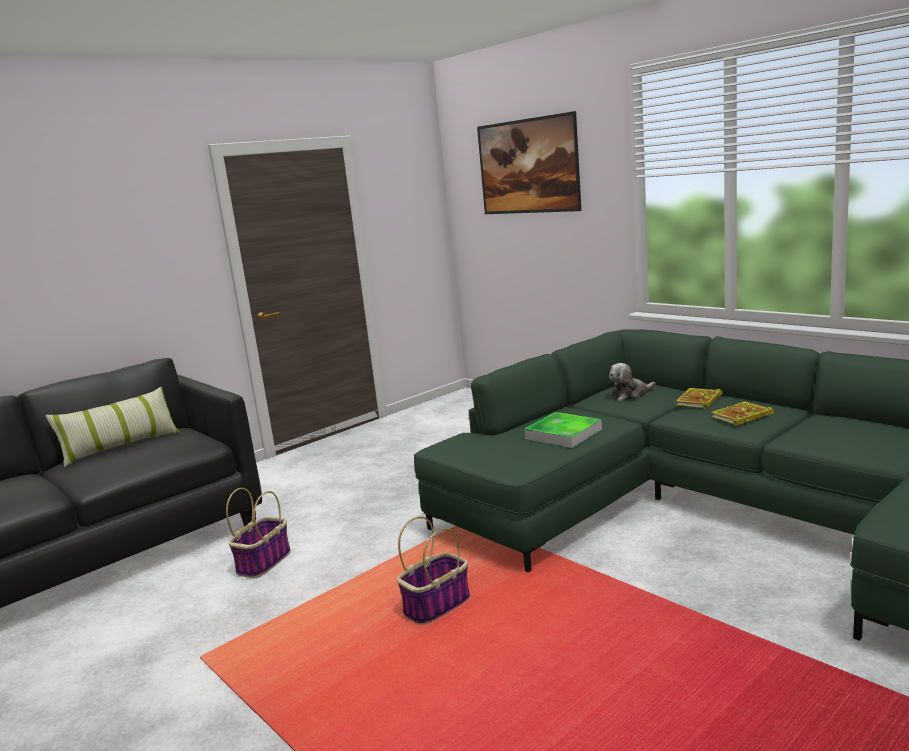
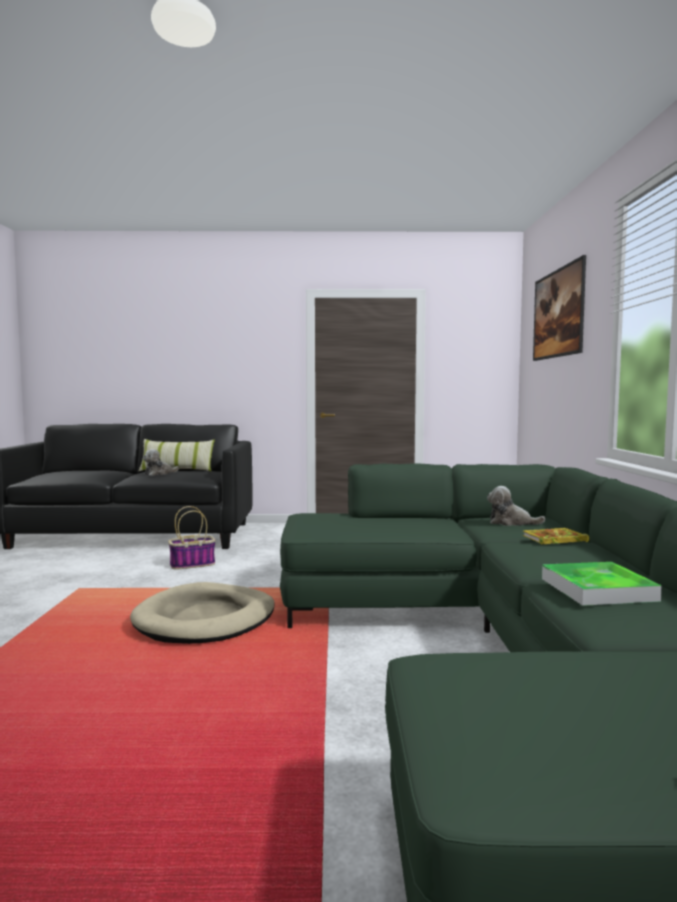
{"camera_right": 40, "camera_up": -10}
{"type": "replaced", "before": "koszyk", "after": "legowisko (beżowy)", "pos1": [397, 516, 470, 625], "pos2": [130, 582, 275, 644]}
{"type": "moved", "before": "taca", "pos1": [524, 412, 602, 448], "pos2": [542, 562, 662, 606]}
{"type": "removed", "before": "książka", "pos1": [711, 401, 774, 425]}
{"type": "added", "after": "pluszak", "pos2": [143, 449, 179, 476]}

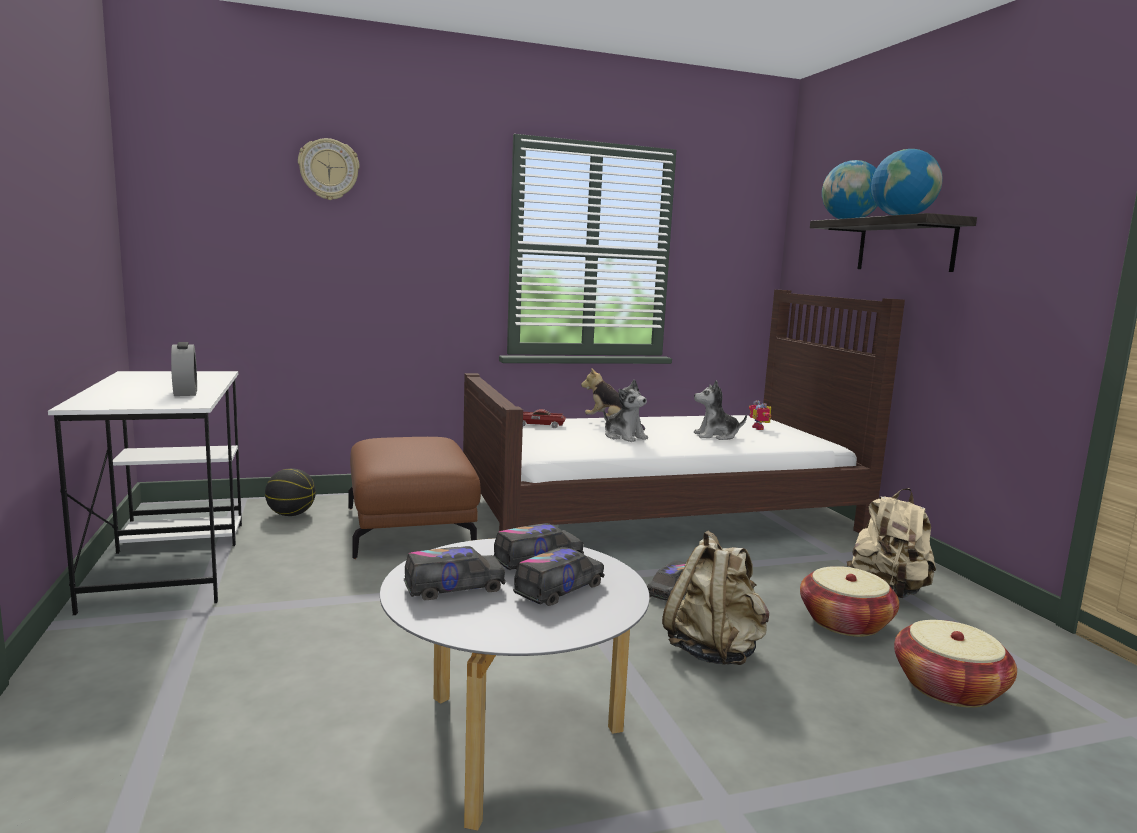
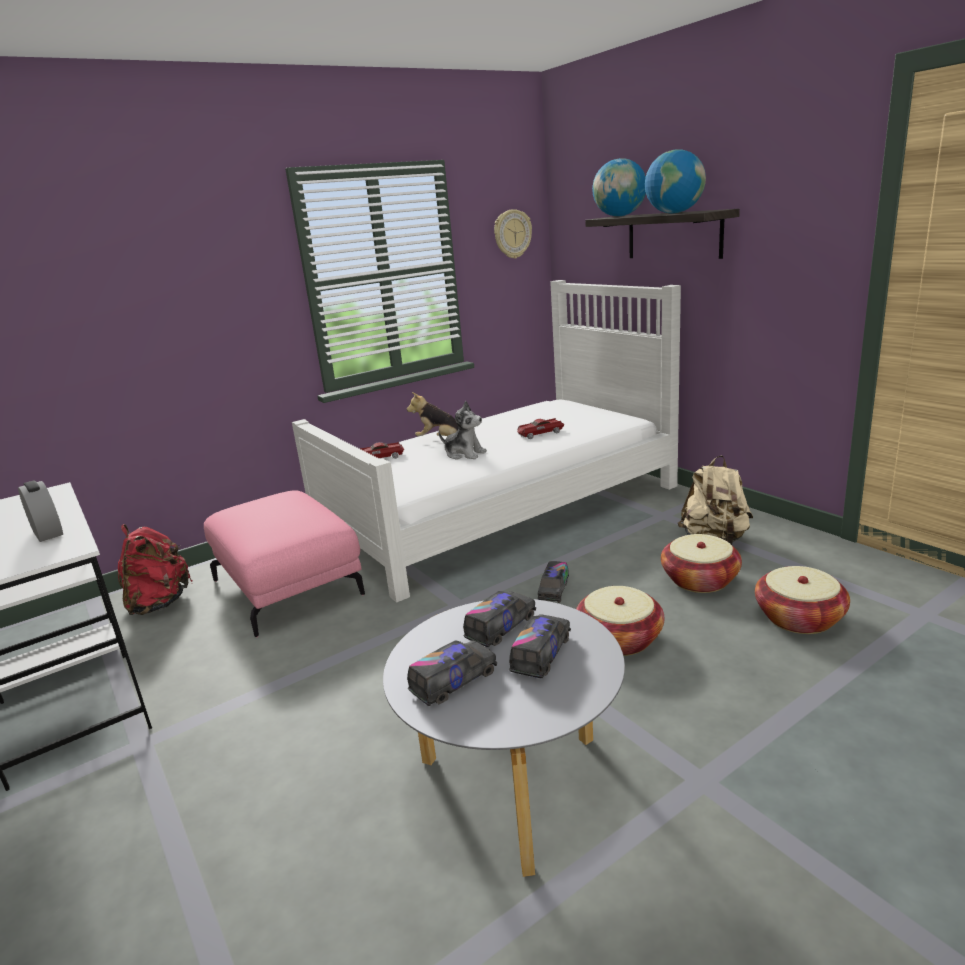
{"camera_right": -15, "camera_up": 10}
{"type": "replaced", "before": "piłka do koszykówki", "after": "plecak (czerwony)", "pos1": [265, 468, 316, 516], "pos2": [118, 524, 192, 615]}
{"type": "moved", "before": "zegar ścienny", "pos1": [298, 138, 360, 200], "pos2": [494, 209, 532, 259]}
{"type": "recoloured", "before": "pufa (brązowy)", "after": "pufa (różowy)", "pos1": [348, 437, 481, 559], "pos2": [204, 490, 365, 637]}
{"type": "recoloured", "before": "łóżko (brązowy)", "after": "łóżko (biały)", "pos1": [463, 290, 905, 533], "pos2": [292, 280, 681, 603]}
{"type": "replaced", "before": "plecak (beżowy)", "after": "koszyk", "pos1": [662, 531, 769, 665], "pos2": [576, 586, 664, 656]}
{"type": "replaced", "before": "pluszak", "after": "samochodzik", "pos1": [694, 380, 747, 440], "pos2": [517, 418, 565, 439]}
{"type": "removed", "before": "robot zabawkowy", "pos1": [749, 400, 771, 430]}

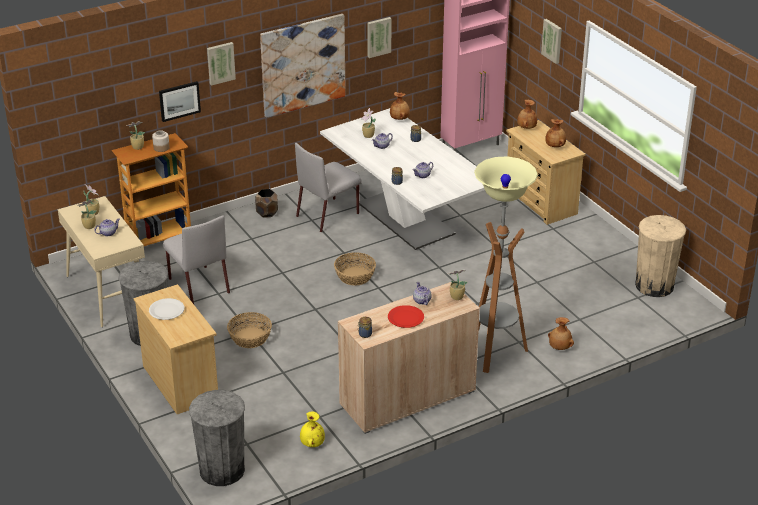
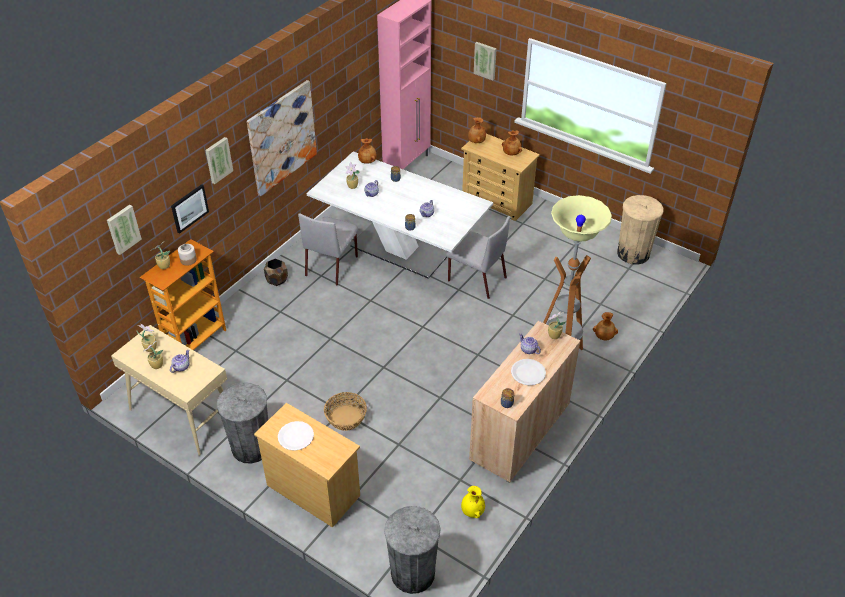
{"camera_right": -25, "camera_up": 10}
{"type": "moved", "before": "krzesło (szary)", "pos1": [163, 215, 230, 304], "pos2": [446, 216, 510, 299]}
{"type": "removed", "before": "koszyk", "pos1": [334, 252, 376, 285]}
{"type": "moved", "before": "obraz", "pos1": [367, 17, 391, 58], "pos2": [107, 205, 142, 255]}
{"type": "recoloured", "before": "talerz (czerwony)", "after": "talerz (biały)", "pos1": [388, 305, 424, 328], "pos2": [511, 359, 546, 385]}

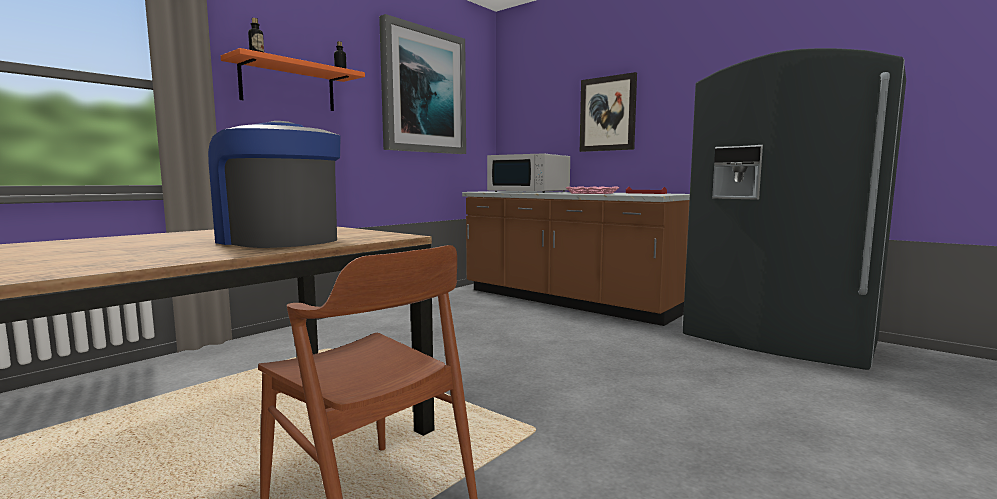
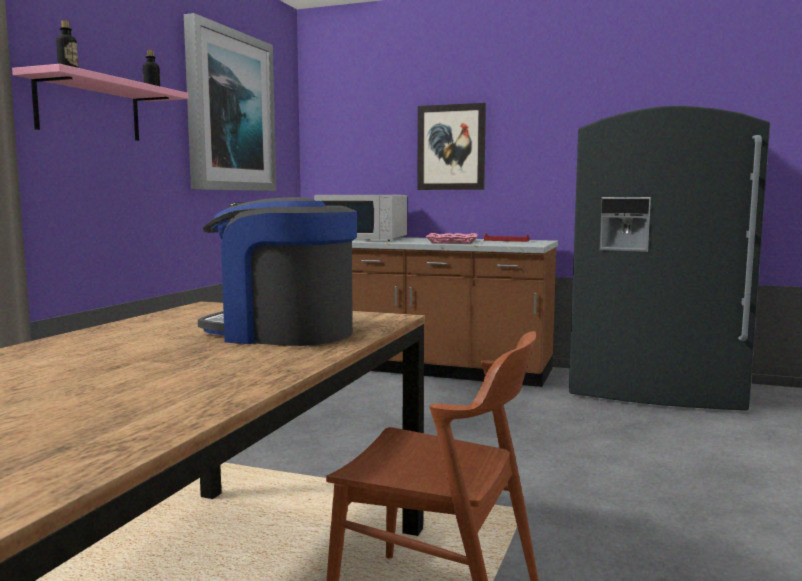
{"camera_right": -20, "camera_up": 0}
{"type": "recoloured", "before": "półka (pomarańczowy)", "after": "półka (różowy)", "pos1": [221, 48, 365, 111], "pos2": [12, 64, 188, 141]}

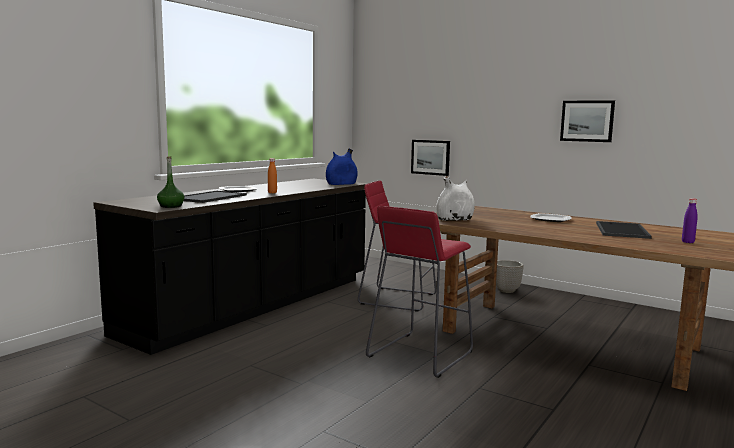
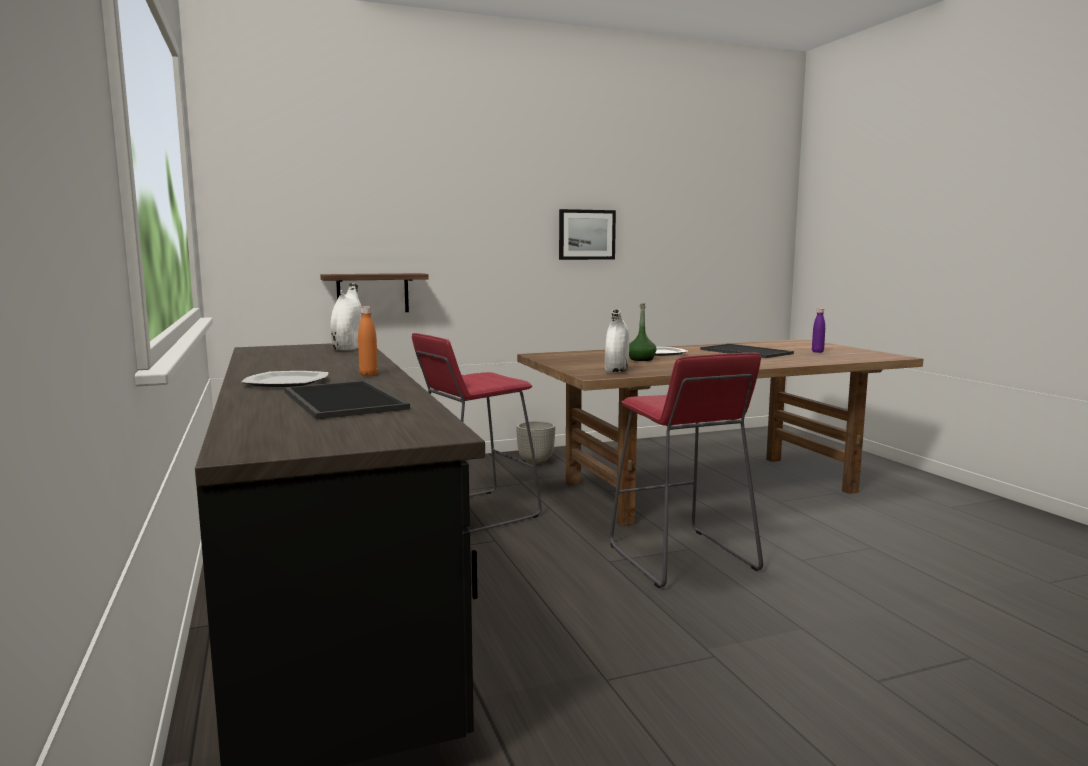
{"camera_right": -55, "camera_up": 0}
{"type": "moved", "before": "butelka (zielony)", "pos1": [157, 156, 184, 208], "pos2": [629, 303, 657, 361]}
{"type": "recoloured", "before": "wazon (niebieski)", "after": "wazon (biały)", "pos1": [326, 148, 358, 185], "pos2": [330, 283, 362, 350]}
{"type": "replaced", "before": "obraz", "after": "półka", "pos1": [411, 140, 450, 176], "pos2": [320, 273, 429, 312]}

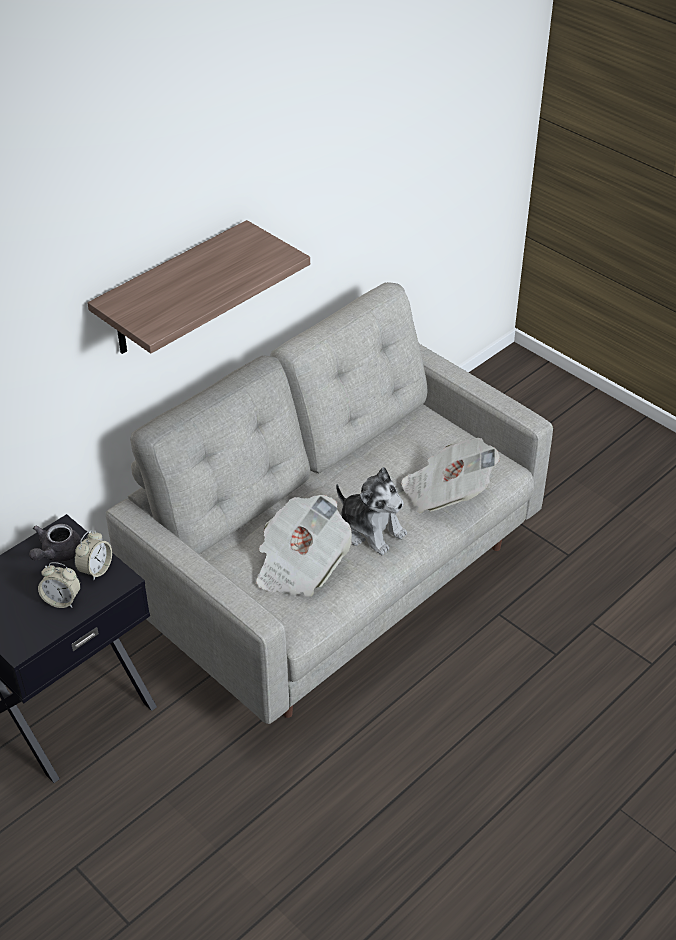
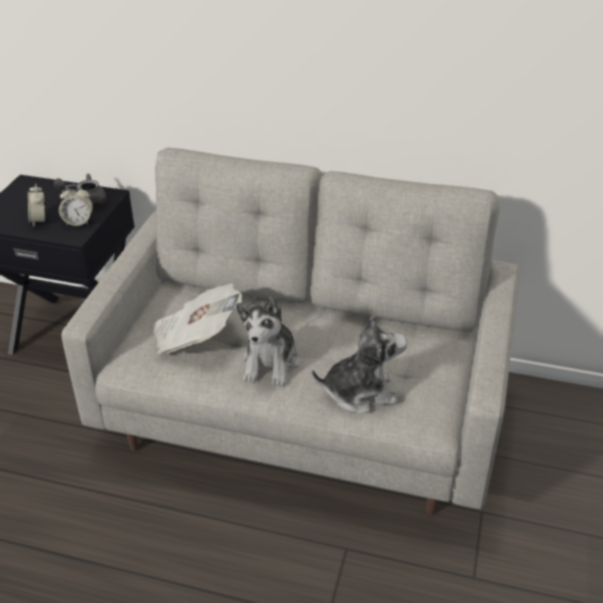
{"camera_right": 60, "camera_up": -5}
{"type": "removed", "before": "półka", "pos1": [87, 220, 310, 354]}
{"type": "replaced", "before": "gazeta", "after": "pluszak", "pos1": [401, 438, 500, 513], "pos2": [312, 315, 407, 413]}

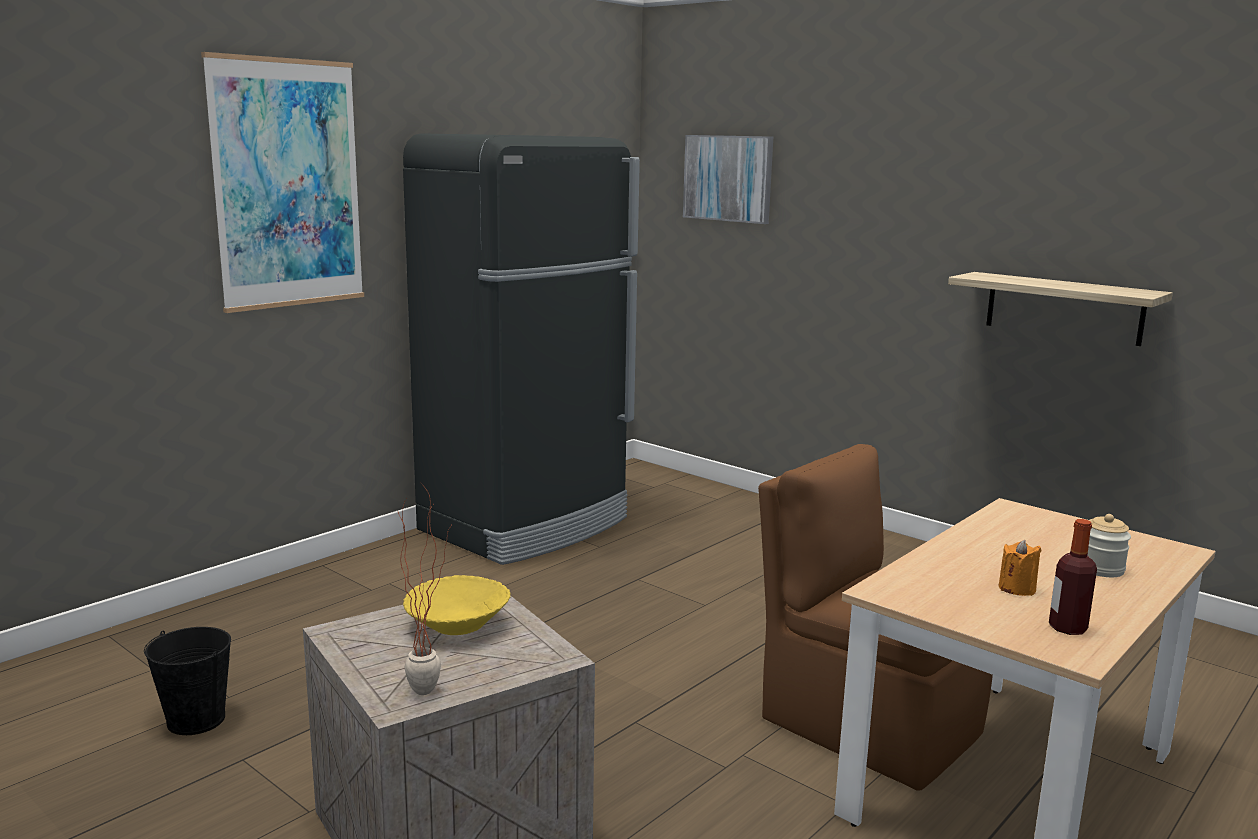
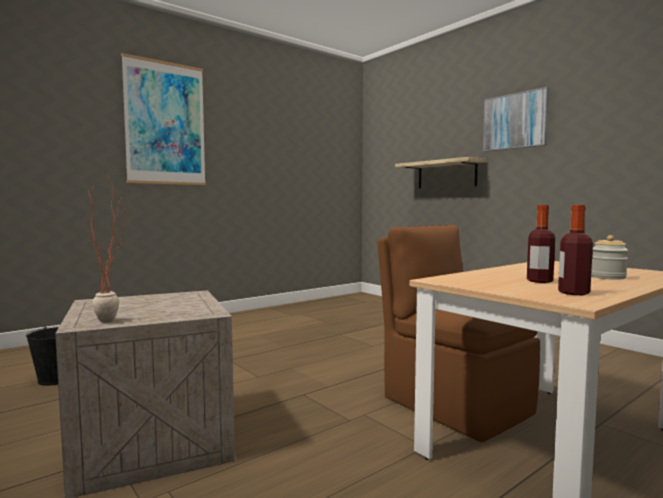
{"camera_right": 10, "camera_up": -10}
{"type": "removed", "before": "lodówka (czarny)", "pos1": [403, 133, 640, 565]}
{"type": "removed", "before": "miska (żółty)", "pos1": [403, 575, 510, 635]}
{"type": "moved", "before": "obraz", "pos1": [683, 135, 773, 224], "pos2": [483, 87, 549, 152]}
{"type": "moved", "before": "półka", "pos1": [948, 272, 1173, 346], "pos2": [395, 157, 487, 188]}
{"type": "replaced", "before": "świeca (pomarańczowy)", "after": "butelka", "pos1": [999, 540, 1042, 596], "pos2": [527, 205, 555, 283]}

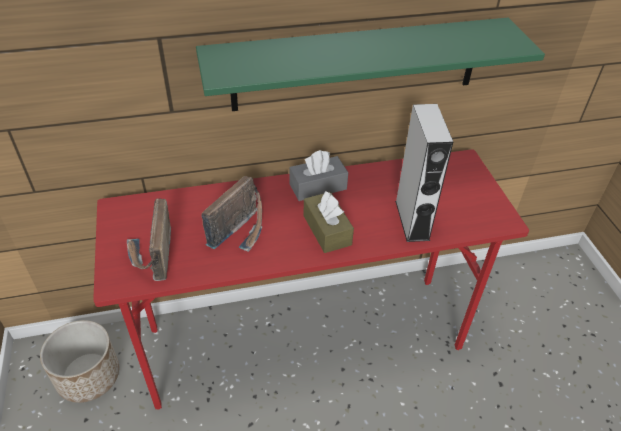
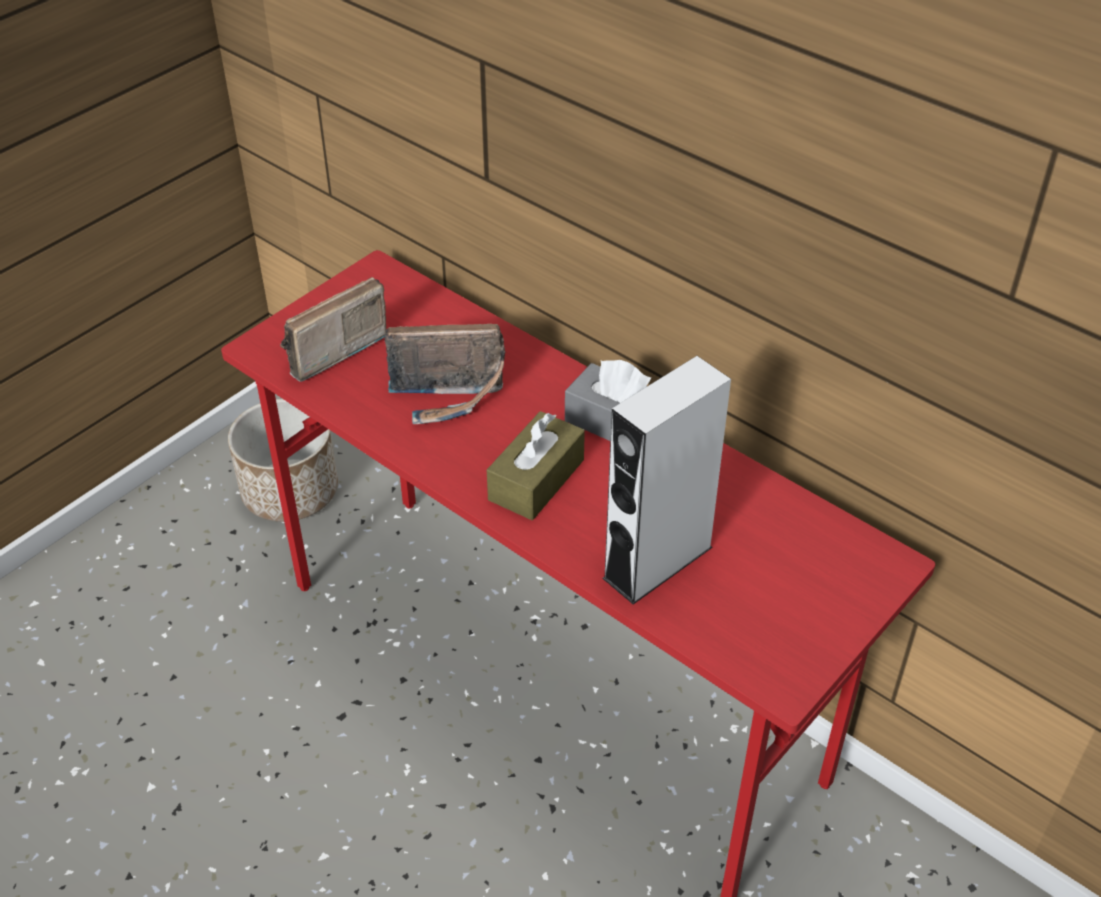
{"camera_right": 55, "camera_up": 0}
{"type": "removed", "before": "półka (zielony)", "pos1": [196, 18, 545, 111]}

